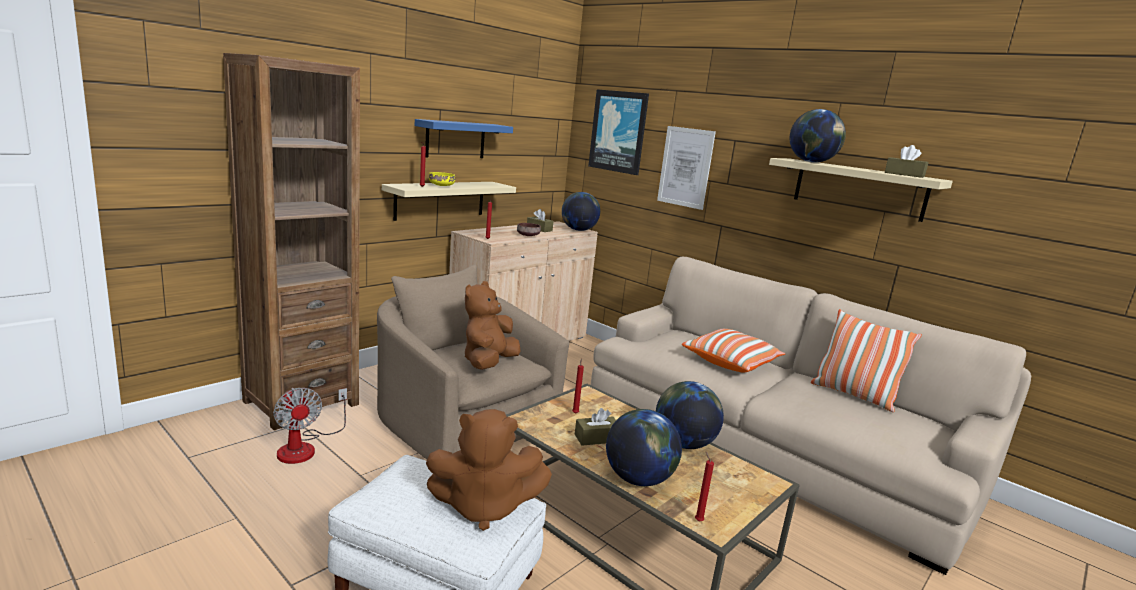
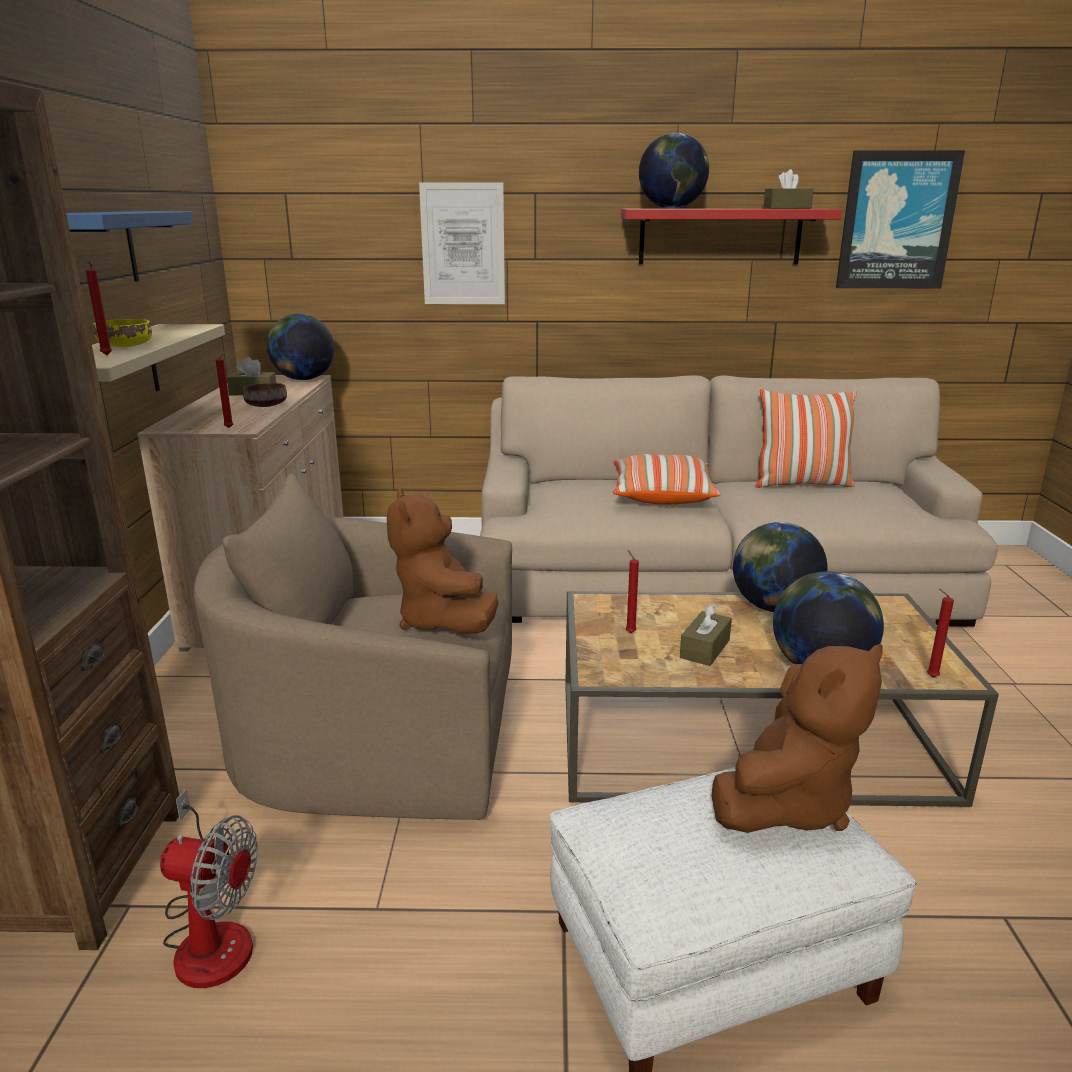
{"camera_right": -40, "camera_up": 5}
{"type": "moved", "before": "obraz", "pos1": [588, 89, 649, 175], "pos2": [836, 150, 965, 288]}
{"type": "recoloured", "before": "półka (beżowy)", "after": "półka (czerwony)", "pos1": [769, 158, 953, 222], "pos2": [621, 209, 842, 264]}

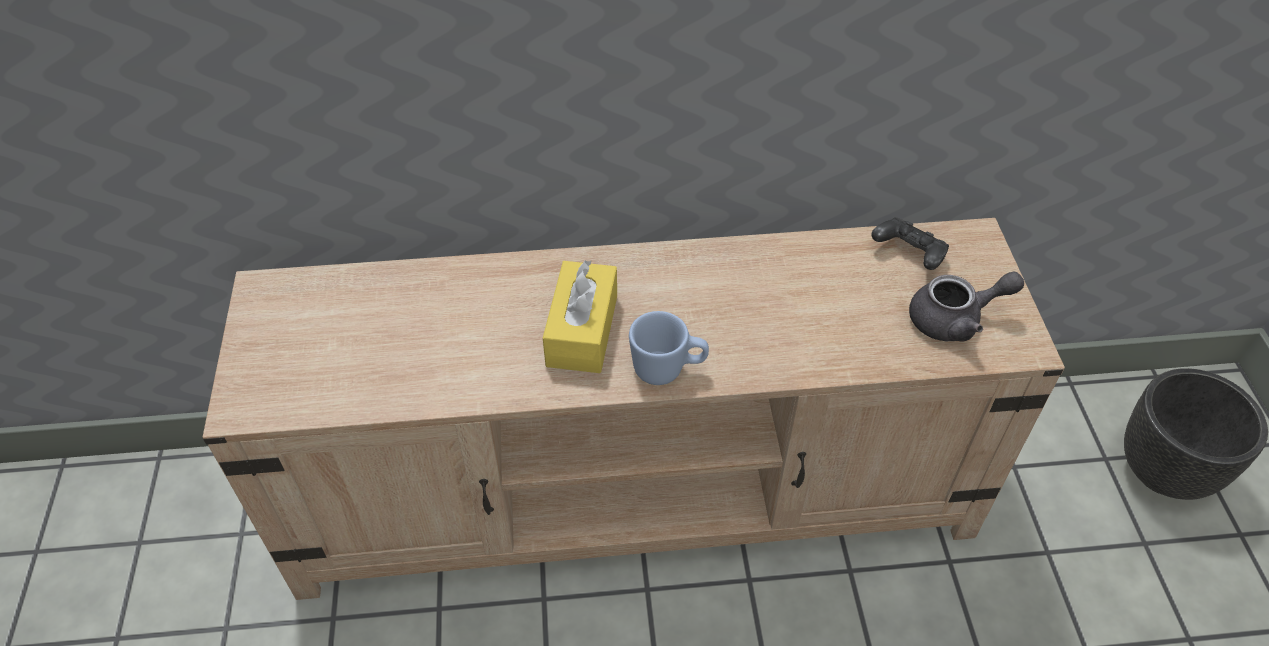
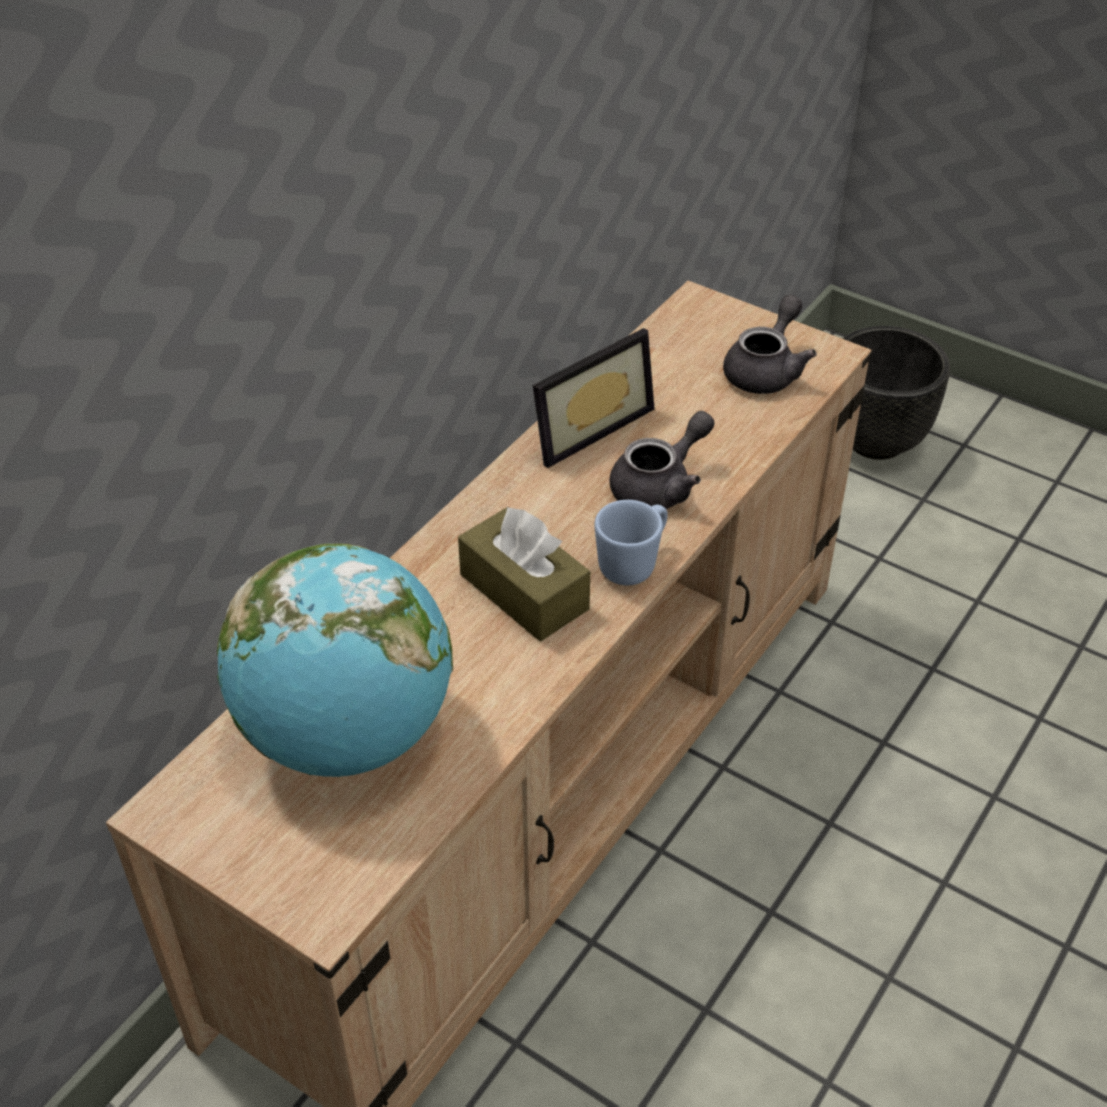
{"camera_right": -50, "camera_up": -5}
{"type": "recoloured", "before": "pudełko chusteczek (żółty)", "after": "pudełko chusteczek (brązowy)", "pos1": [543, 260, 617, 373], "pos2": [458, 507, 590, 641]}
{"type": "removed", "before": "pad do gier (czarny)", "pos1": [871, 218, 949, 270]}
{"type": "added", "after": "globus", "pos2": [217, 544, 453, 777]}
{"type": "added", "after": "ramka na zdjęcie", "pos2": [533, 328, 655, 468]}
{"type": "added", "after": "imbryk (szary)", "pos2": [610, 411, 715, 509]}

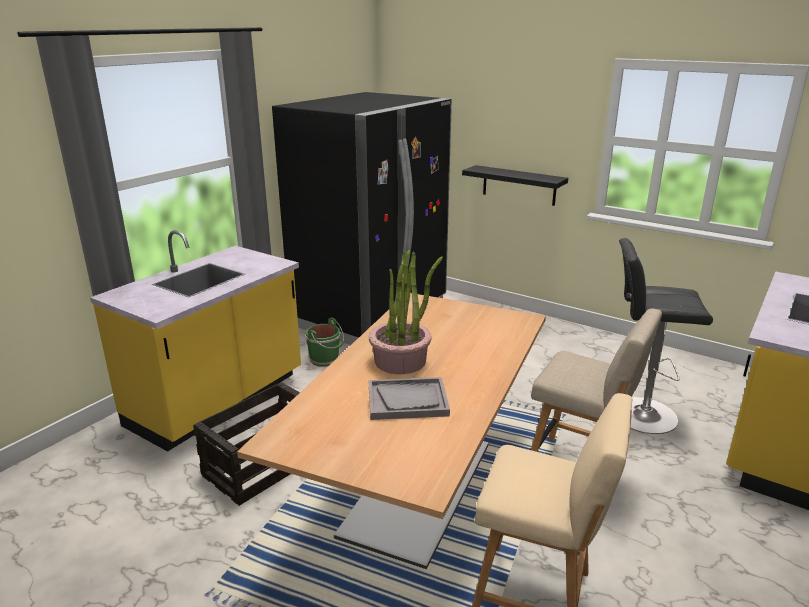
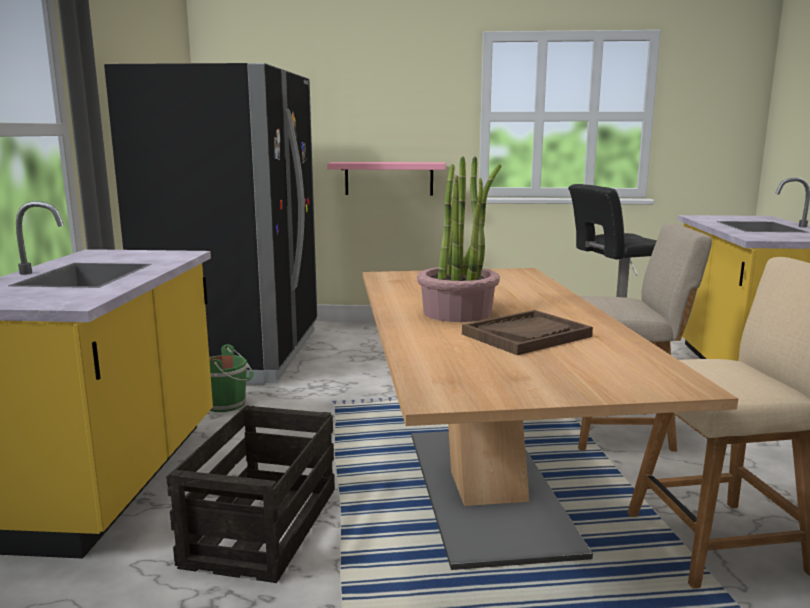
{"camera_right": -30, "camera_up": -10}
{"type": "recoloured", "before": "taca (szary)", "after": "taca (brązowy)", "pos1": [369, 377, 450, 420], "pos2": [462, 310, 593, 355]}
{"type": "recoloured", "before": "półka (czarny)", "after": "półka (różowy)", "pos1": [462, 165, 568, 206], "pos2": [327, 162, 446, 196]}

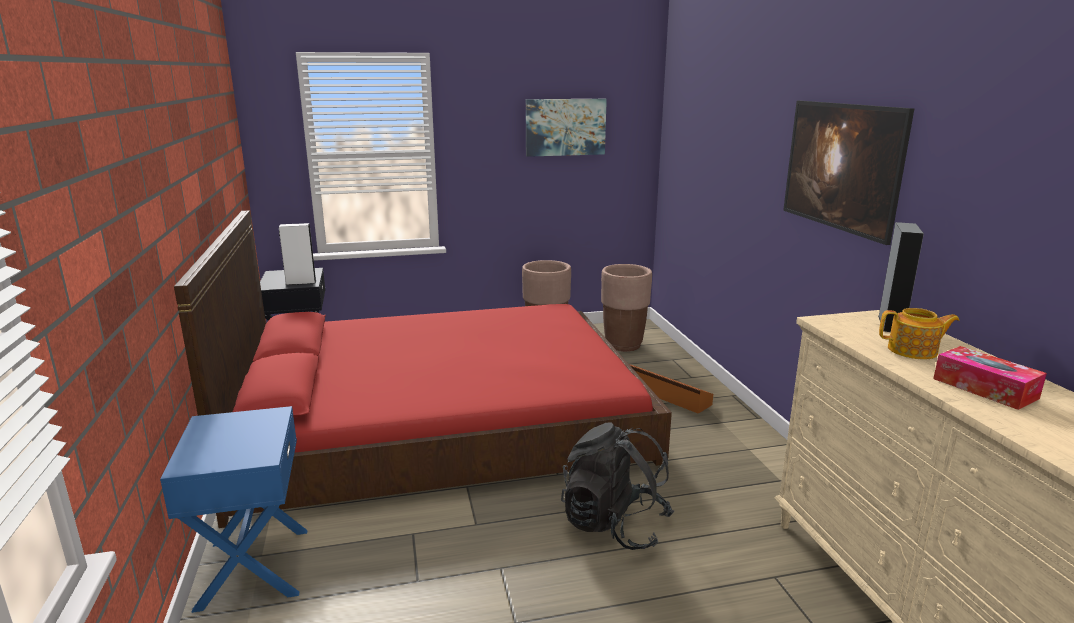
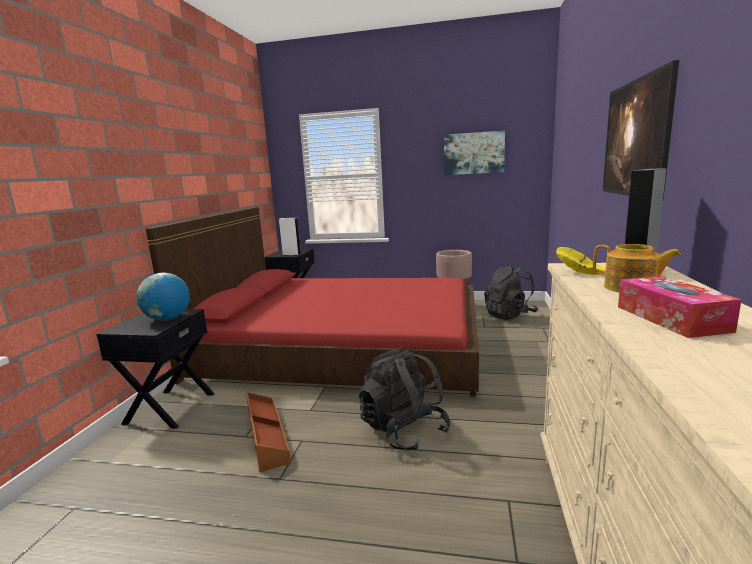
{"camera_right": 25, "camera_up": -5}
{"type": "recoloured", "before": "szafka nocna (niebieski)", "after": "szafka nocna (czarny)", "pos1": [160, 406, 307, 613], "pos2": [96, 309, 214, 429]}
{"type": "replaced", "before": "donica (brązowy)", "after": "plecak (czarny)", "pos1": [601, 264, 652, 351], "pos2": [484, 265, 538, 320]}
{"type": "moved", "before": "pojemnik do przechowywania (brązowy)", "pos1": [629, 364, 713, 414], "pos2": [246, 392, 291, 472]}
{"type": "added", "after": "globus", "pos2": [136, 273, 190, 321]}
{"type": "added", "after": "miska (żółty)", "pos2": [556, 247, 606, 275]}

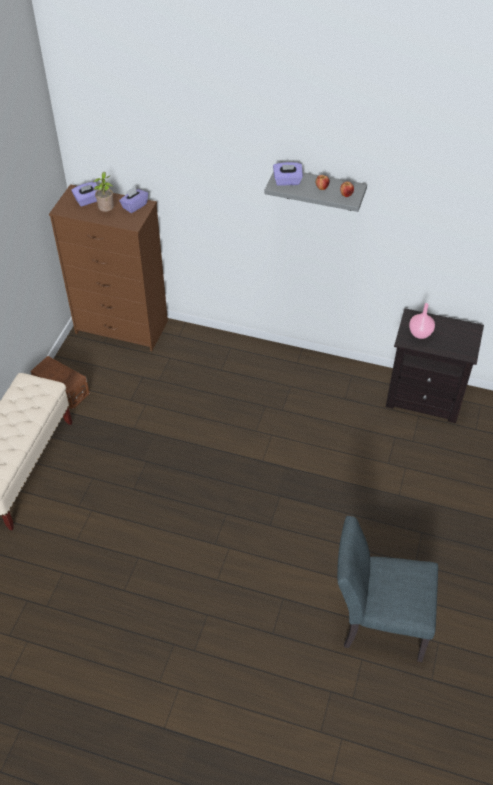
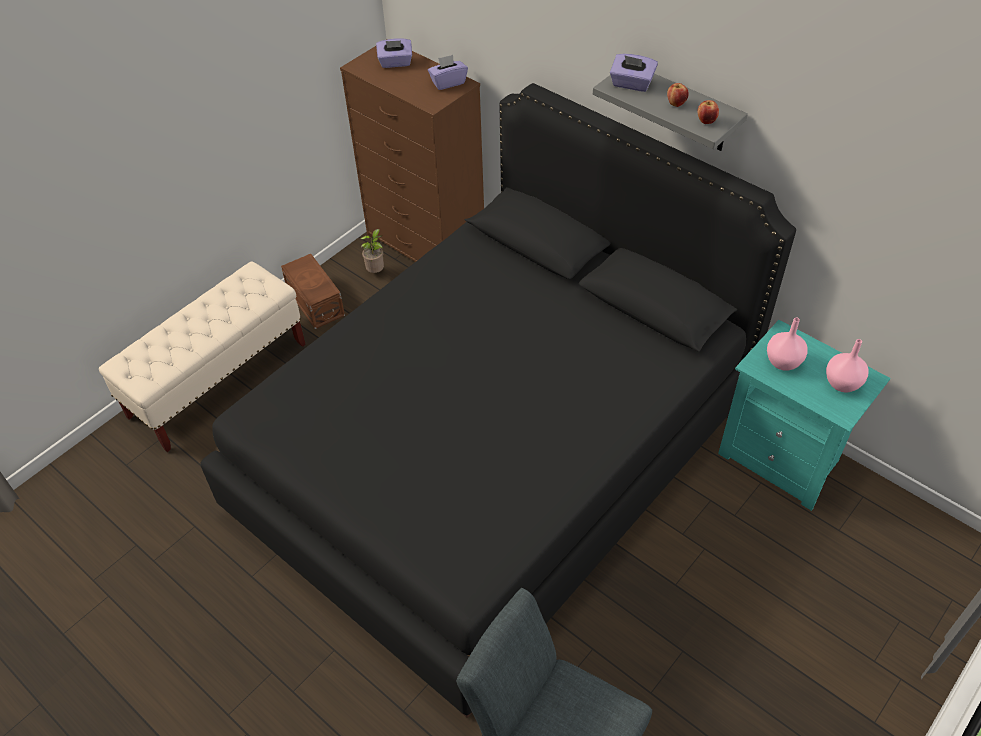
{"camera_right": 25, "camera_up": 0}
{"type": "moved", "before": "roślina doniczkowa", "pos1": [94, 172, 114, 212], "pos2": [360, 229, 384, 273]}
{"type": "recoloured", "before": "szafka nocna (czarny)", "after": "szafka nocna (turkusowy)", "pos1": [386, 308, 484, 423], "pos2": [718, 320, 890, 511]}
{"type": "added", "after": "łóżko (czarny)", "pos2": [200, 83, 796, 718]}
{"type": "added", "after": "wazon (różowy)", "pos2": [826, 339, 868, 392]}

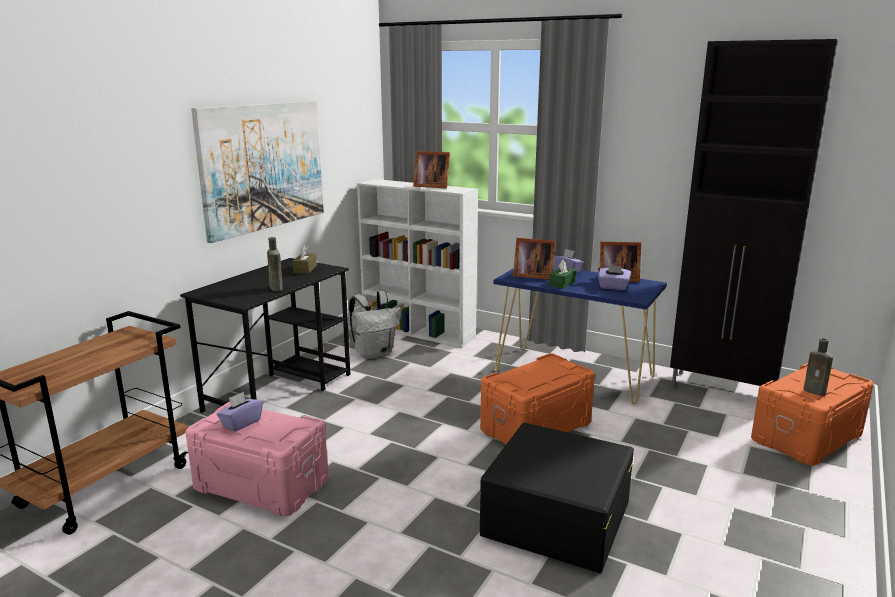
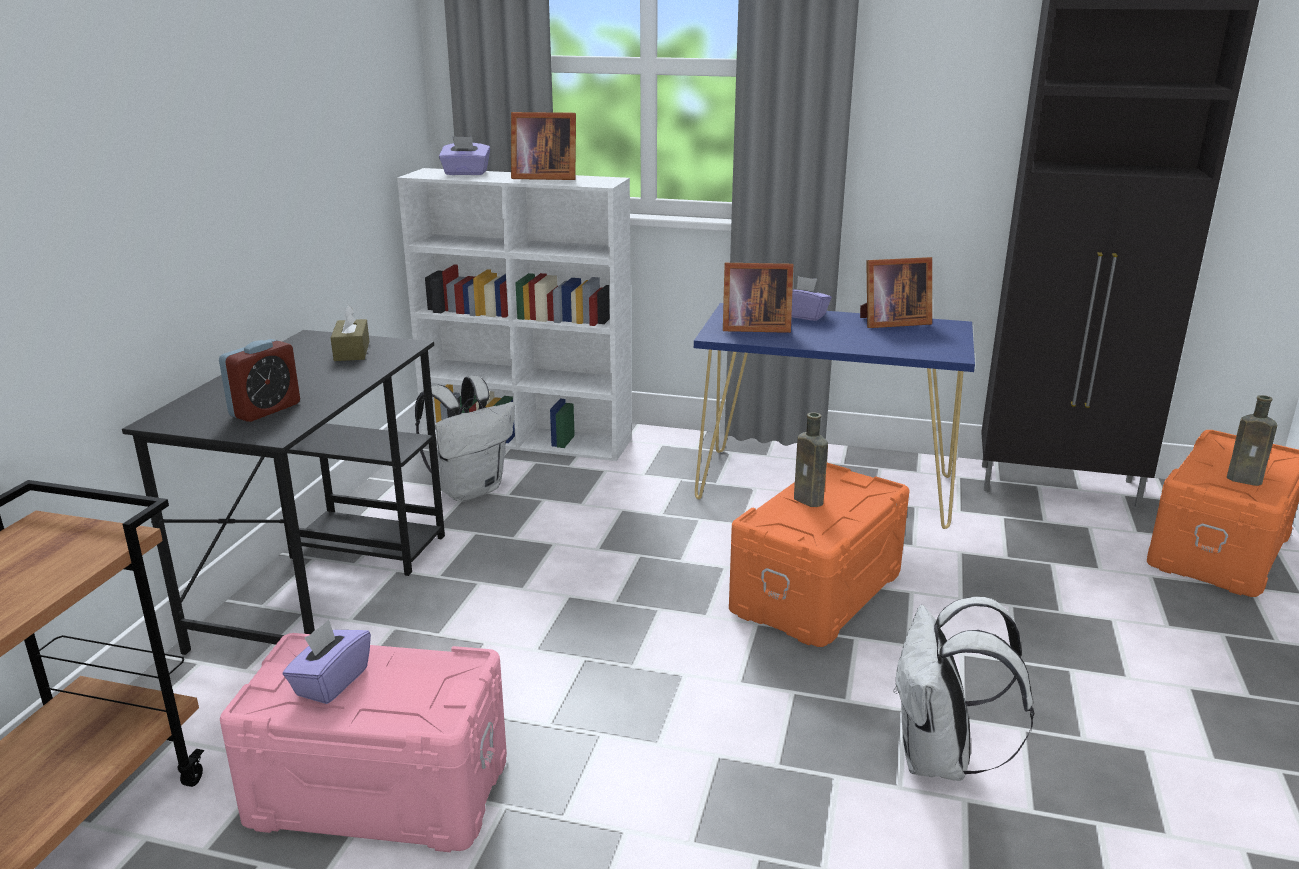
{"camera_right": -15, "camera_up": 5}
{"type": "removed", "before": "obraz", "pos1": [191, 101, 324, 243]}
{"type": "moved", "before": "butelka (brązowy)", "pos1": [267, 237, 283, 291], "pos2": [794, 412, 828, 507]}
{"type": "replaced", "before": "pojemnik do przechowywania (czarny)", "after": "plecak (biały)", "pos1": [480, 423, 634, 573], "pos2": [893, 597, 1034, 781]}
{"type": "removed", "before": "pudełko chusteczek (zielony)", "pos1": [549, 260, 576, 289]}
{"type": "moved", "before": "pudełko chusteczek (fioletowy)", "pos1": [598, 265, 631, 290], "pos2": [439, 136, 490, 175]}
{"type": "added", "after": "budzik", "pos2": [219, 339, 300, 422]}

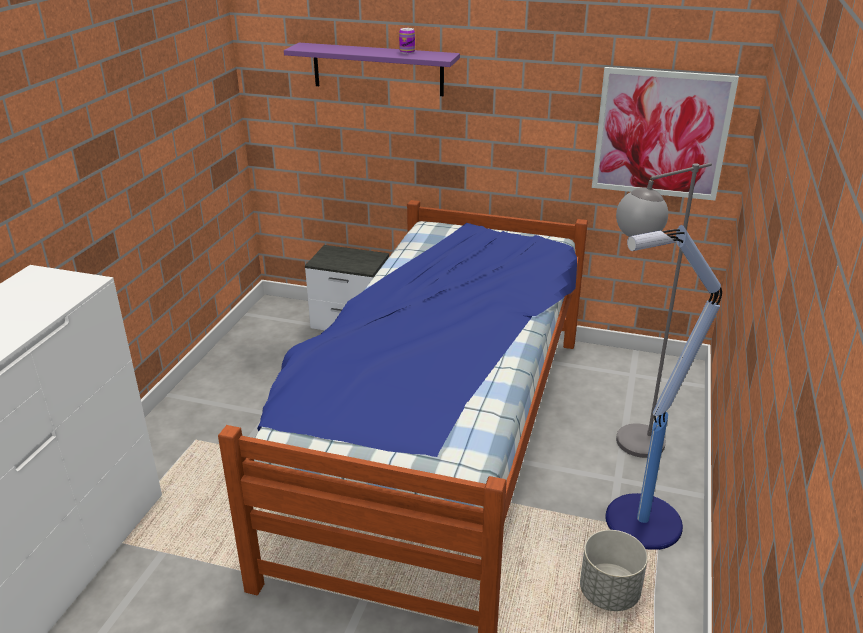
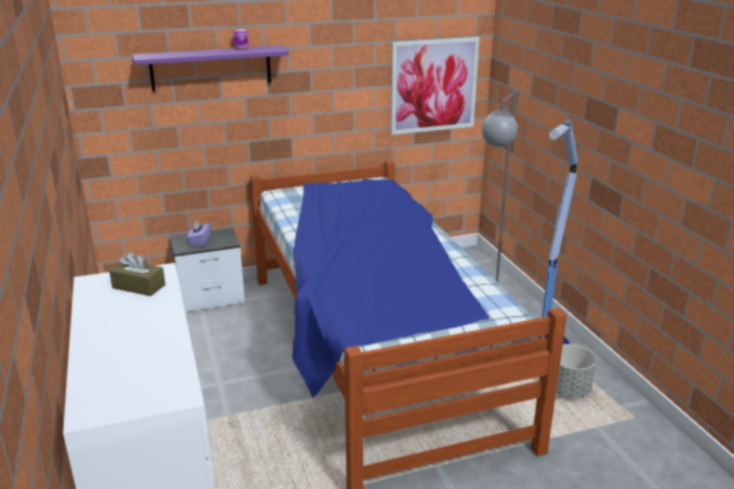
{"camera_right": -35, "camera_up": -5}
{"type": "added", "after": "pudełko chusteczek (brązowy)", "pos2": [109, 252, 166, 296]}
{"type": "added", "after": "pudełko chusteczek (fioletowy)", "pos2": [187, 220, 211, 247]}

